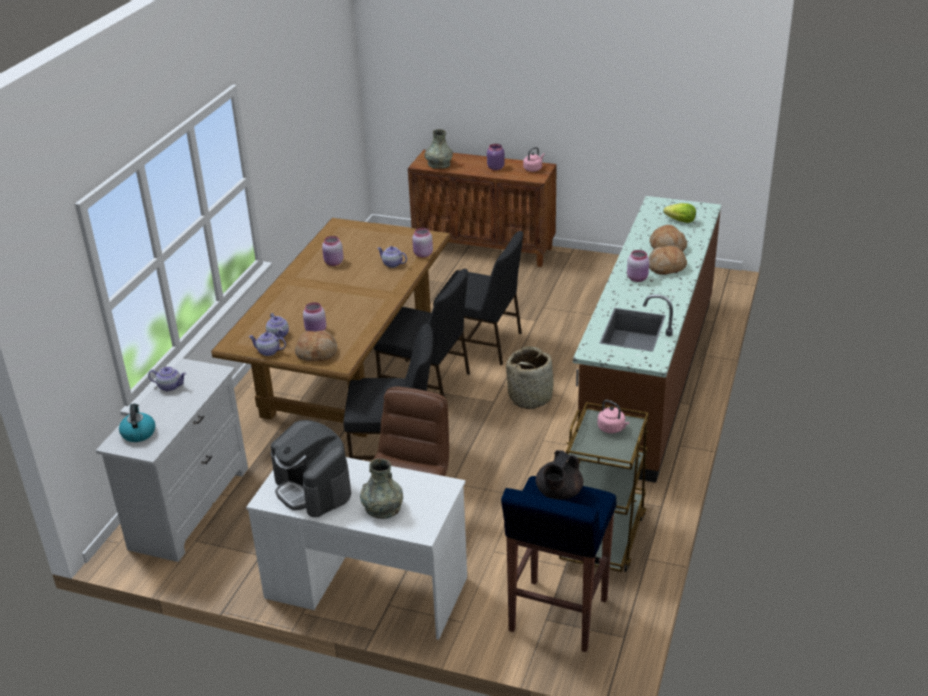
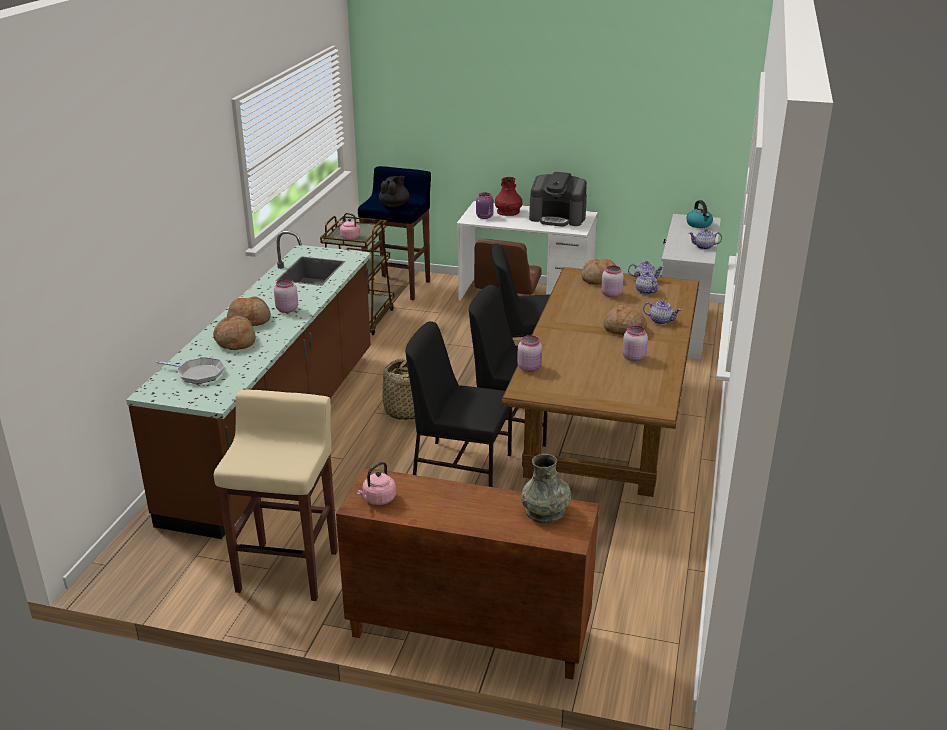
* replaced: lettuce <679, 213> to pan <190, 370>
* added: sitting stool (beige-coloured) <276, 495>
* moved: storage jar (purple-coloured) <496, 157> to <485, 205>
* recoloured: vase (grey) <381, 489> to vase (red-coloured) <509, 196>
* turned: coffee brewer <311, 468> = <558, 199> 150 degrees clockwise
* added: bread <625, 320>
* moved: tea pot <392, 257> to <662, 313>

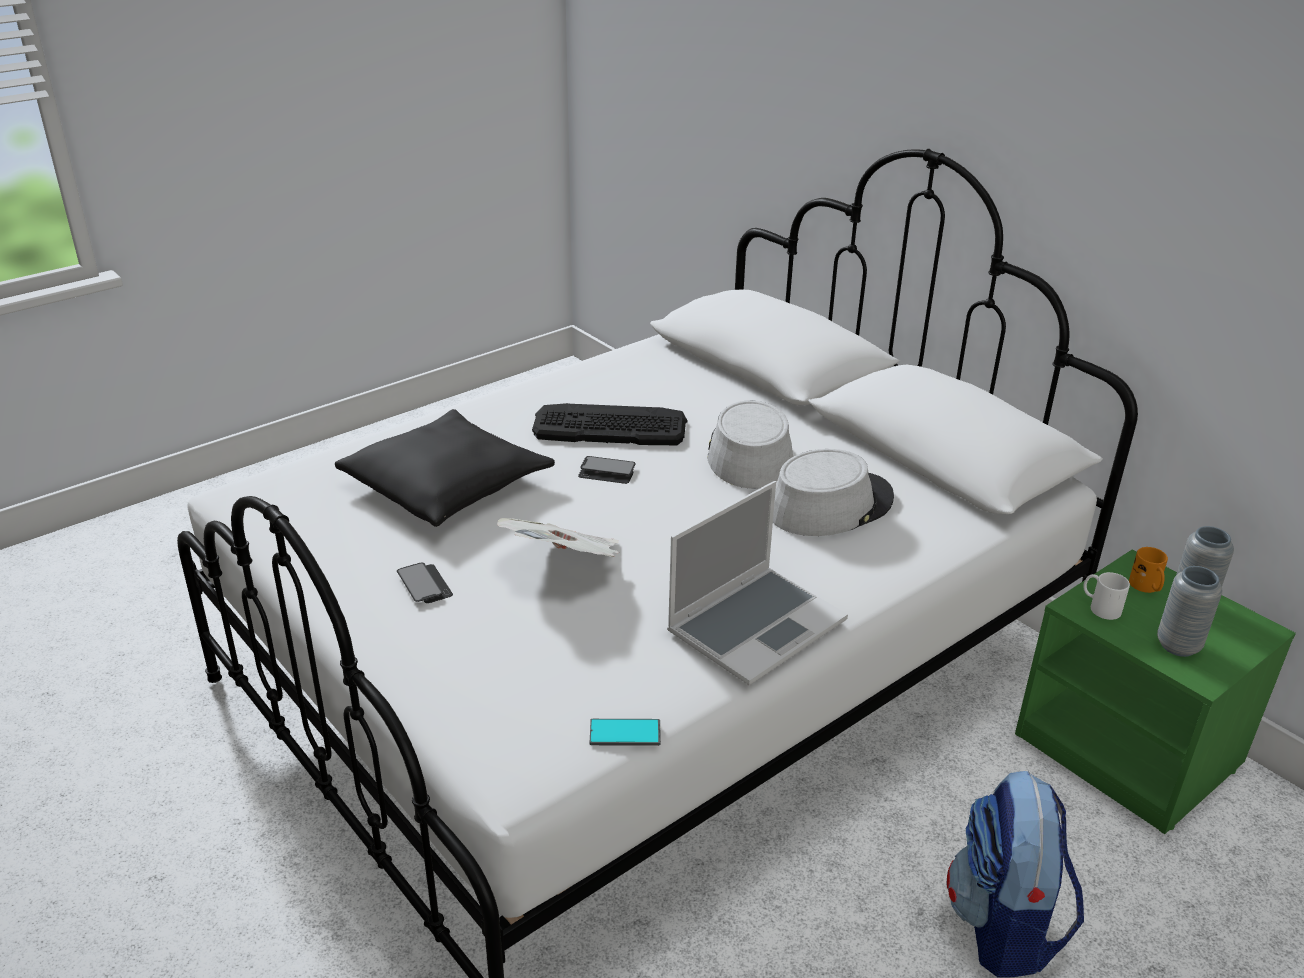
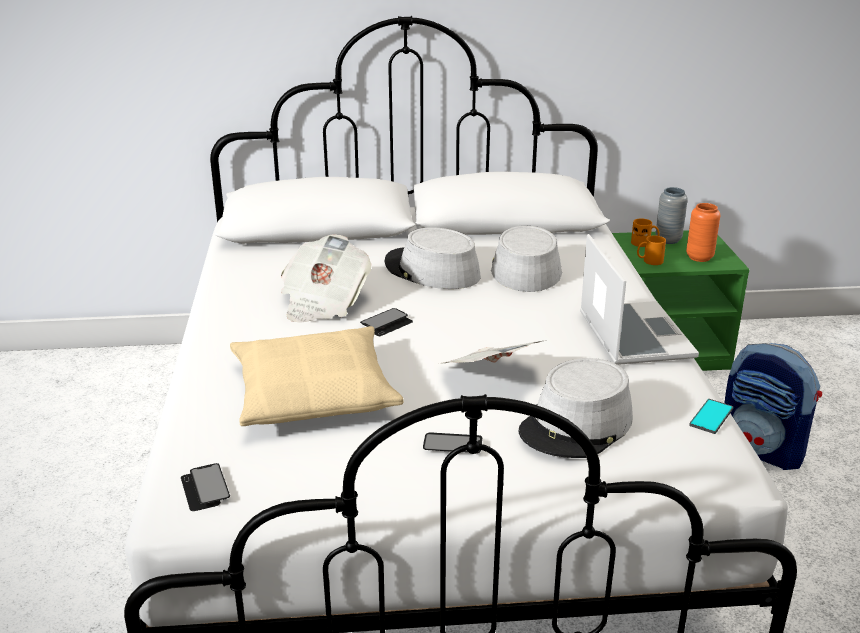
* added: telephone <205, 487>
* recoloured: throw pillow (black-coloured) <445, 468> to throw pillow (beige-coloured) <317, 376>
* replaced: PC keyboard <610, 424> to printed paper <326, 278>
* added: wearable hat (grey) <576, 408>
* recoloured: coffee mug (whitish) <1107, 596> to coffee mug (orangey) <651, 250>
* recoloured: vase (grey) <1189, 611> to vase (orangey) <703, 232>

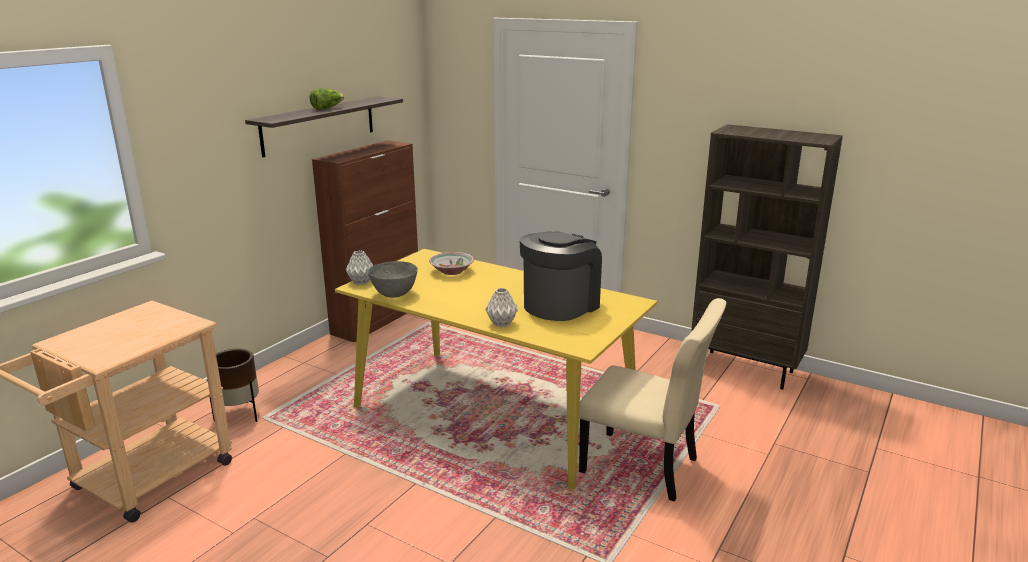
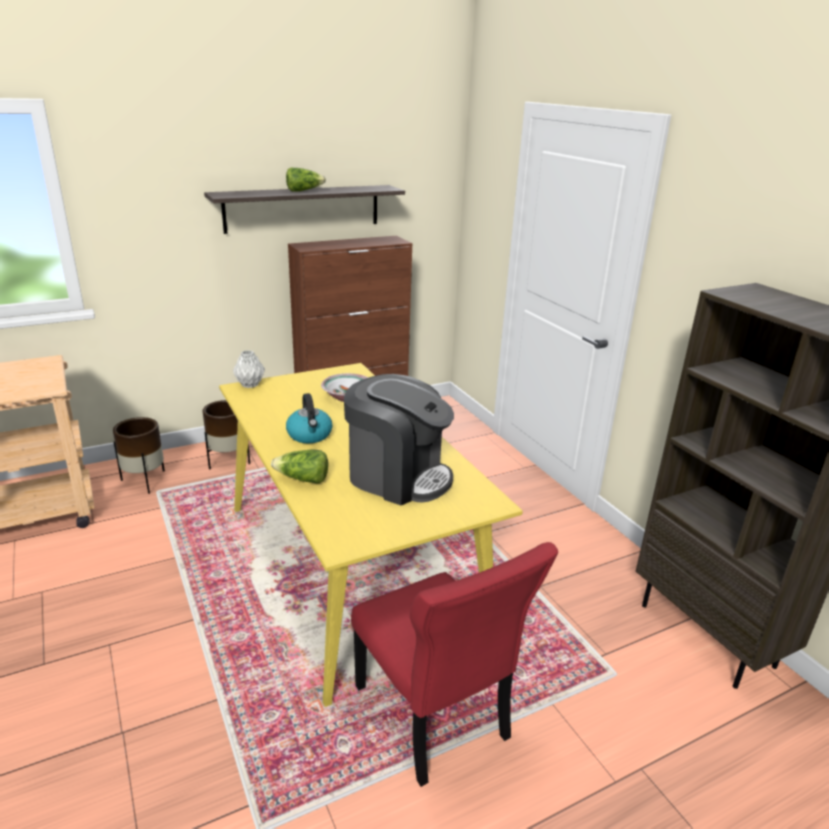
* added: planter (brown) <226, 435>
* replaced: vase (grey) <501, 307> to lettuce <299, 467>
* added: water kettle <309, 418>
* turned: coffee brewer <561, 276> = <399, 439> 45 degrees clockwise
* recoloured: plain chair (beige-coloured) <652, 400> to plain chair (red-coloured) <454, 664>
* removed: serving bowl (grey) <393, 279>

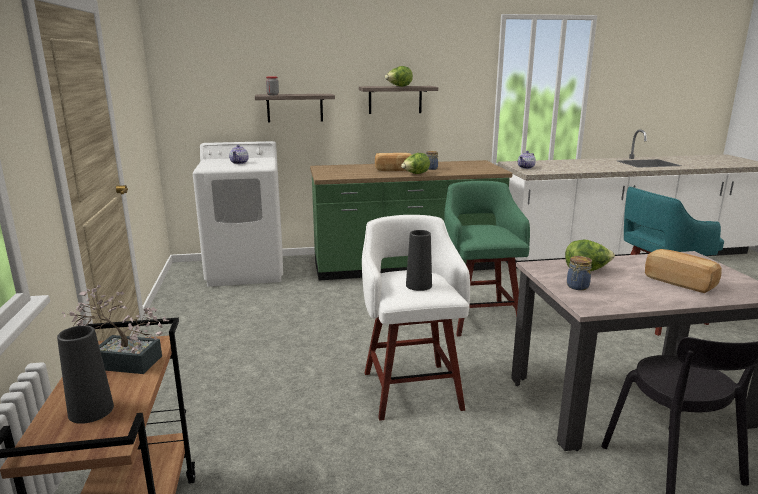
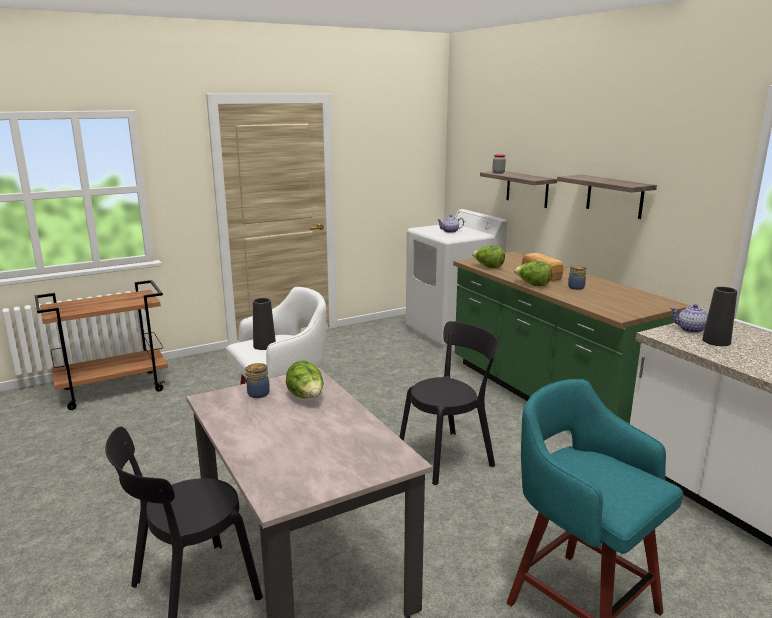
* replaced: sitting stool (green-coloured) <487, 259> to plain chair (black-coloured) <450, 403>
* moved: lettuce <399, 76> to <488, 256>
* moved: vase (black-coloured) <85, 374> to <719, 316>
* removed: plant in a pot <115, 329>
* removed: bread <683, 271>

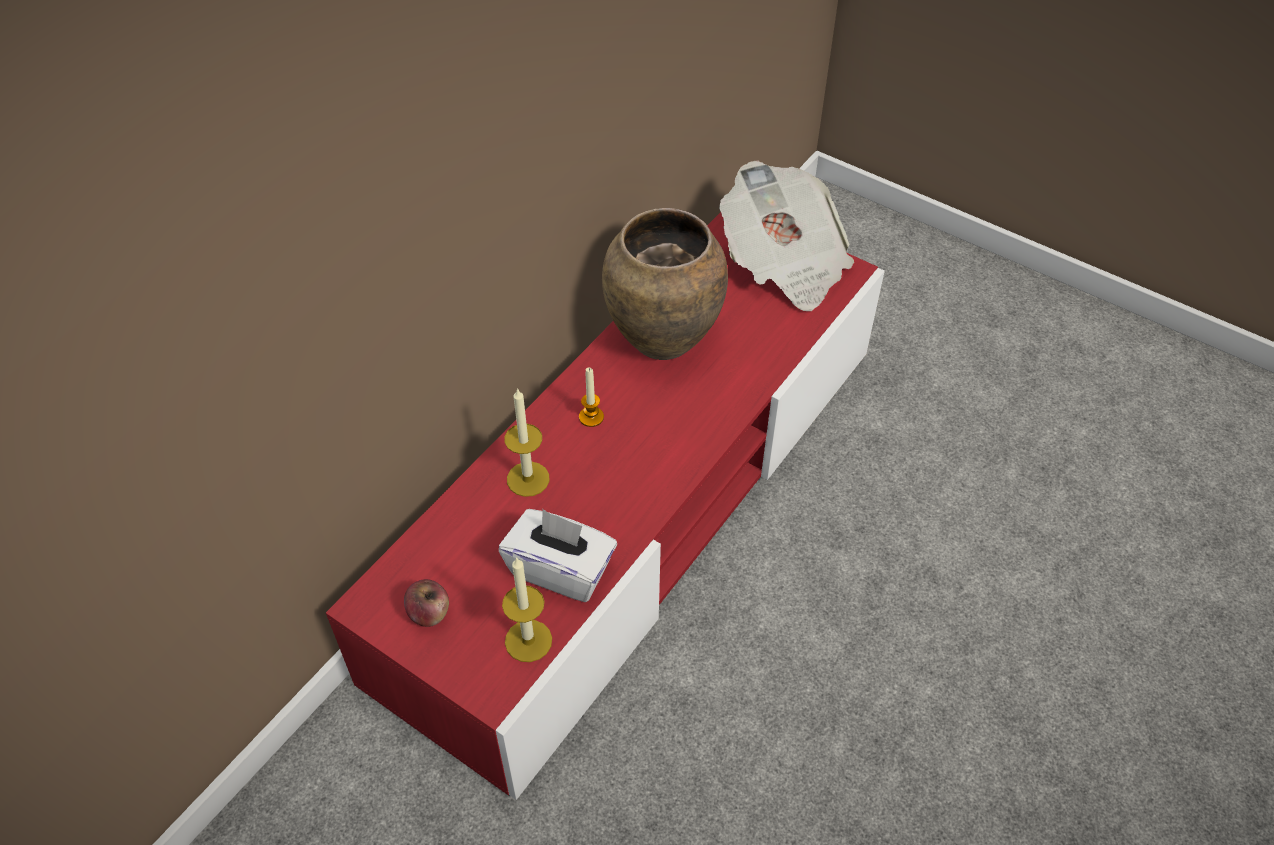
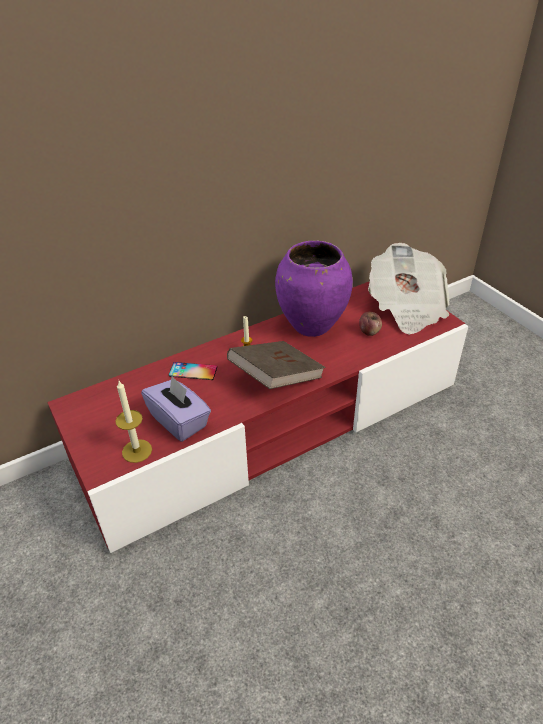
* recoloured: box of tissues (whitish) <558, 555> to box of tissues (purple-coloured) <176, 409>
* replaced: wax light <527, 442> to telephone <193, 371>
* added: book (brown) <276, 365>
* recoloured: vase (brown) <665, 284> to vase (purple-coloured) <314, 289>
* moved: apple <426, 603> to <370, 324>

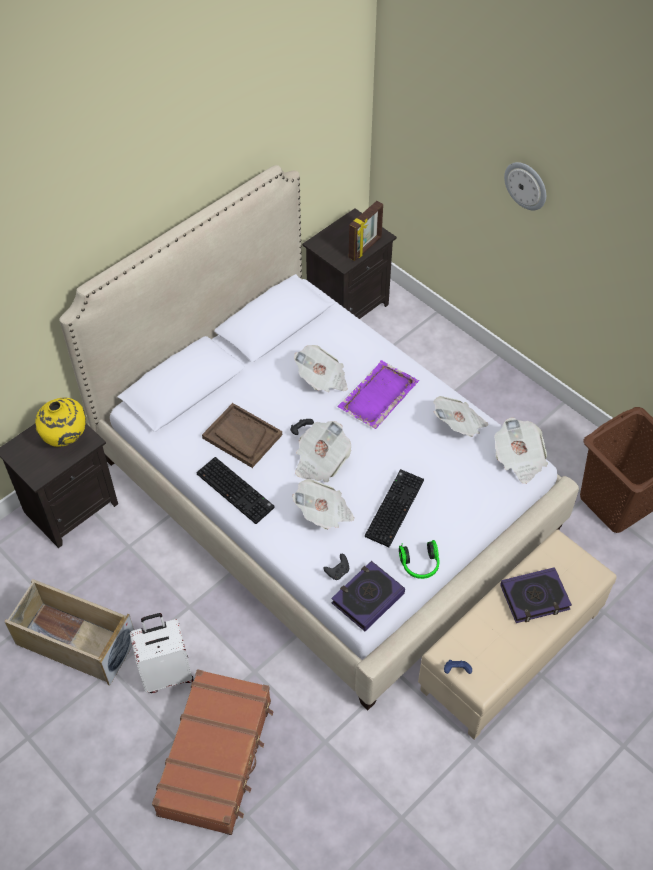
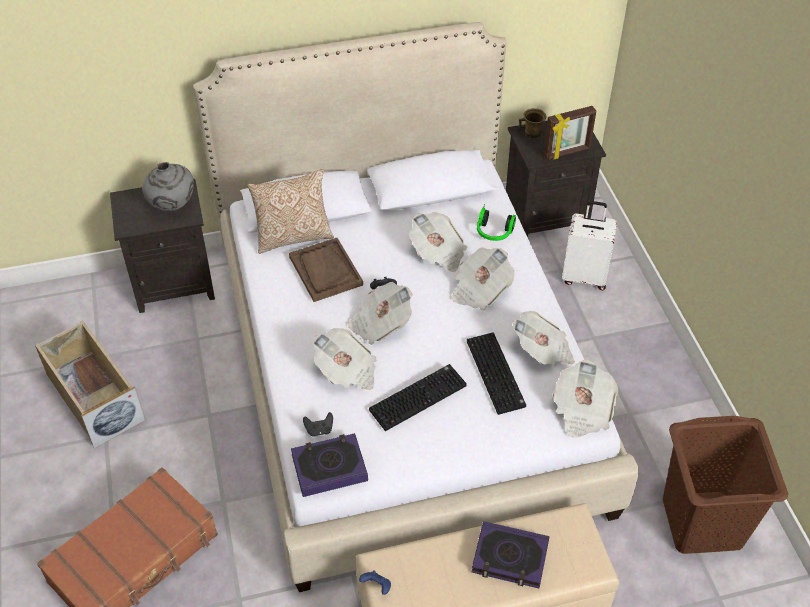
* recoloured: vase (yellowish) <60, 422> to vase (grey) <168, 186>
* added: throw pillow <290, 211>
* replaced: tray (purple-coloured) <378, 394> to printed paper <483, 278>
* moved: PC keyboard <235, 490> to <496, 373>
* moved: headset <419, 559> to <496, 222>
* added: coffee mug (brown) <532, 123>
* moved: suitcase (whitish) <161, 653> to <589, 245>
* removed: wall clock <525, 186>

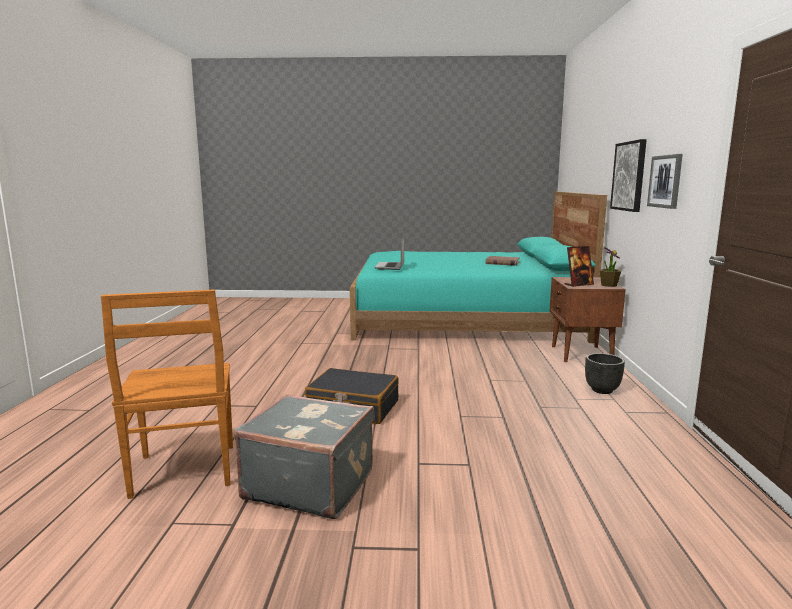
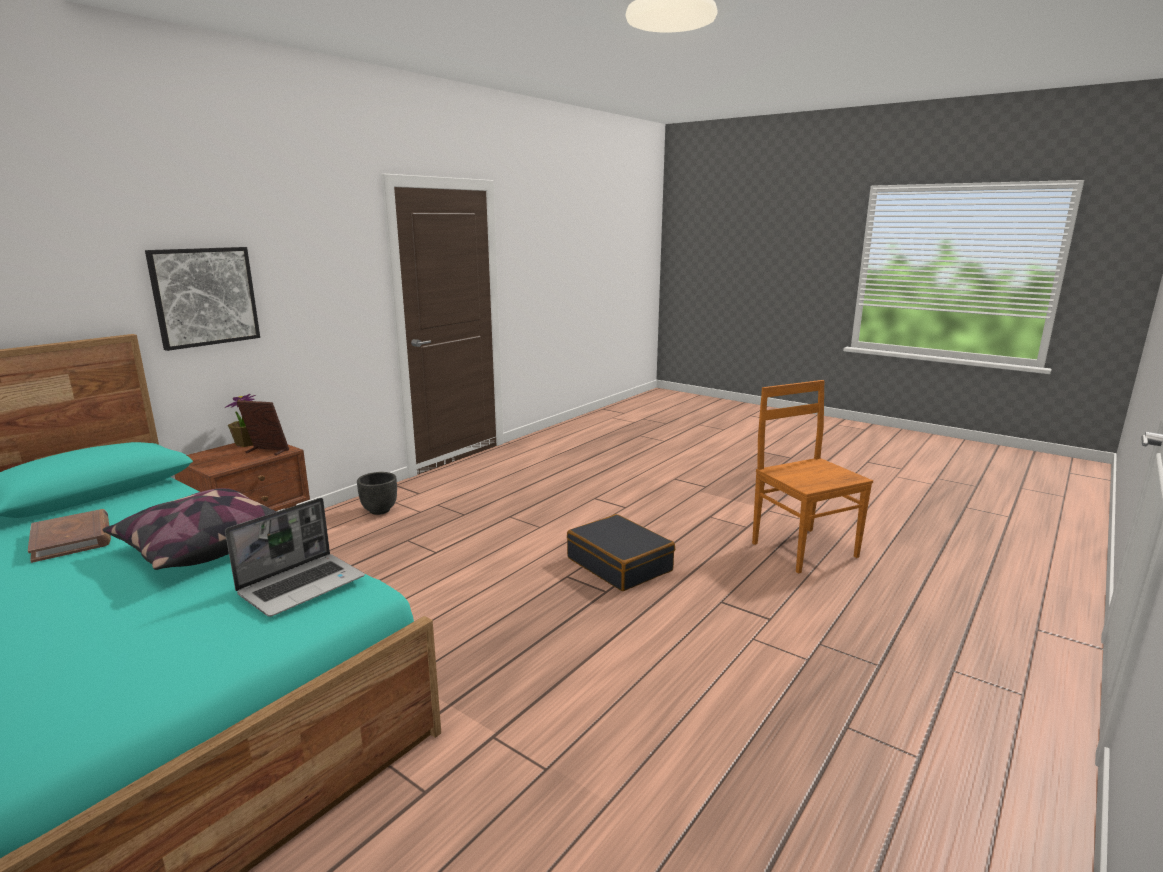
* added: throw pillow <190, 529>
* turned: plain chair (brown) <167, 394> = <812, 477> 45 degrees counterclockwise
* removed: suitcase (grey) <304, 456>
* removed: wall art <665, 181>

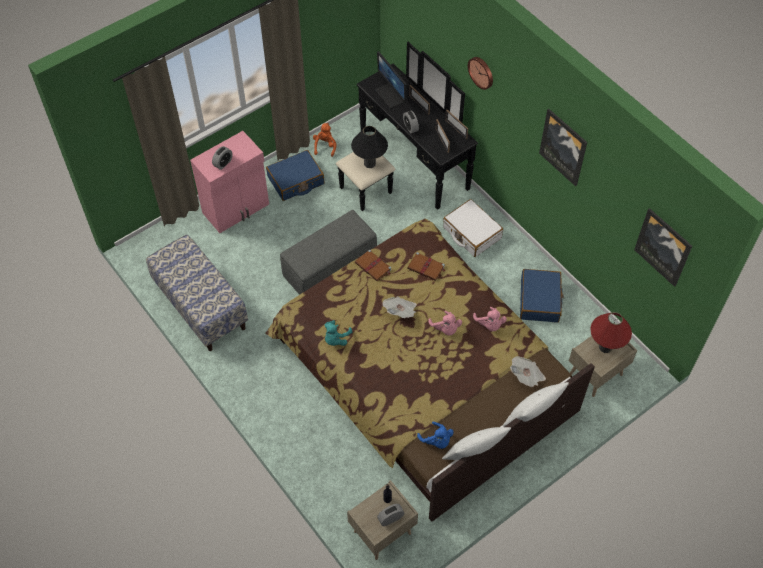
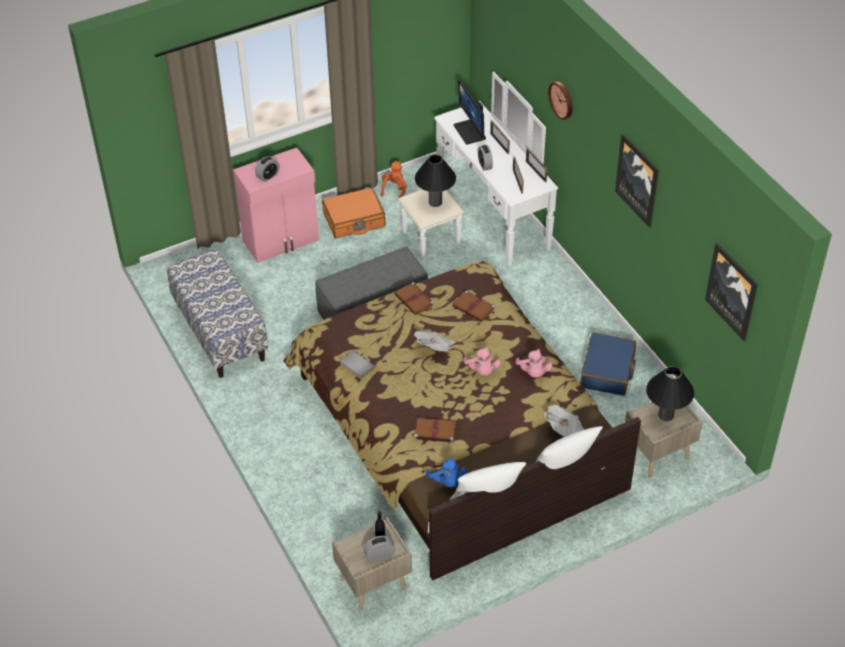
* recoloured: suitcase (bluish) <295, 175> to suitcase (orangey) <353, 213>
* replaced: soft toy (turquoise-coloured) <338, 333> to book (grey) <357, 364>
* recoloured: dresser (black-coloured) <407, 126> to dresser (whitish) <478, 169>
* added: book (brown) <433, 430>
* recoloured: lamp for a table (red-coloured) <611, 332> to lamp for a table (black-coloured) <670, 393>
* removed: suitcase (whitish) <473, 228>

